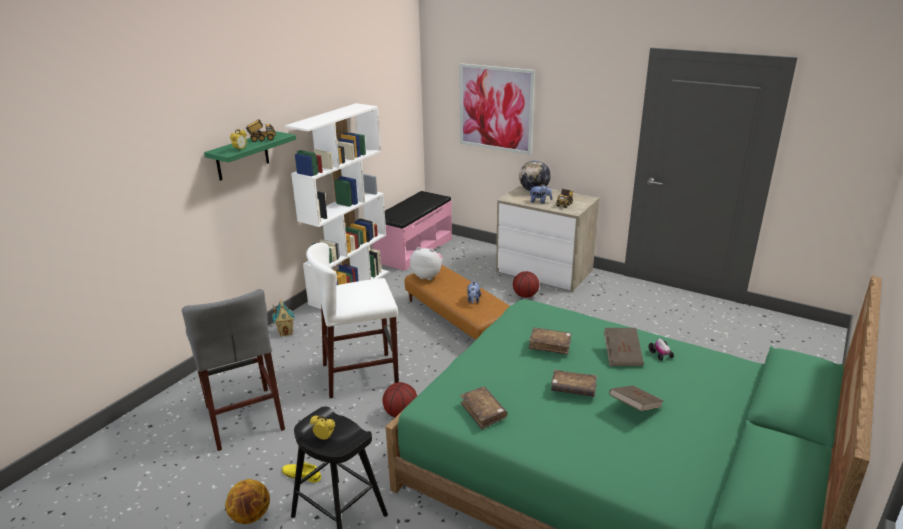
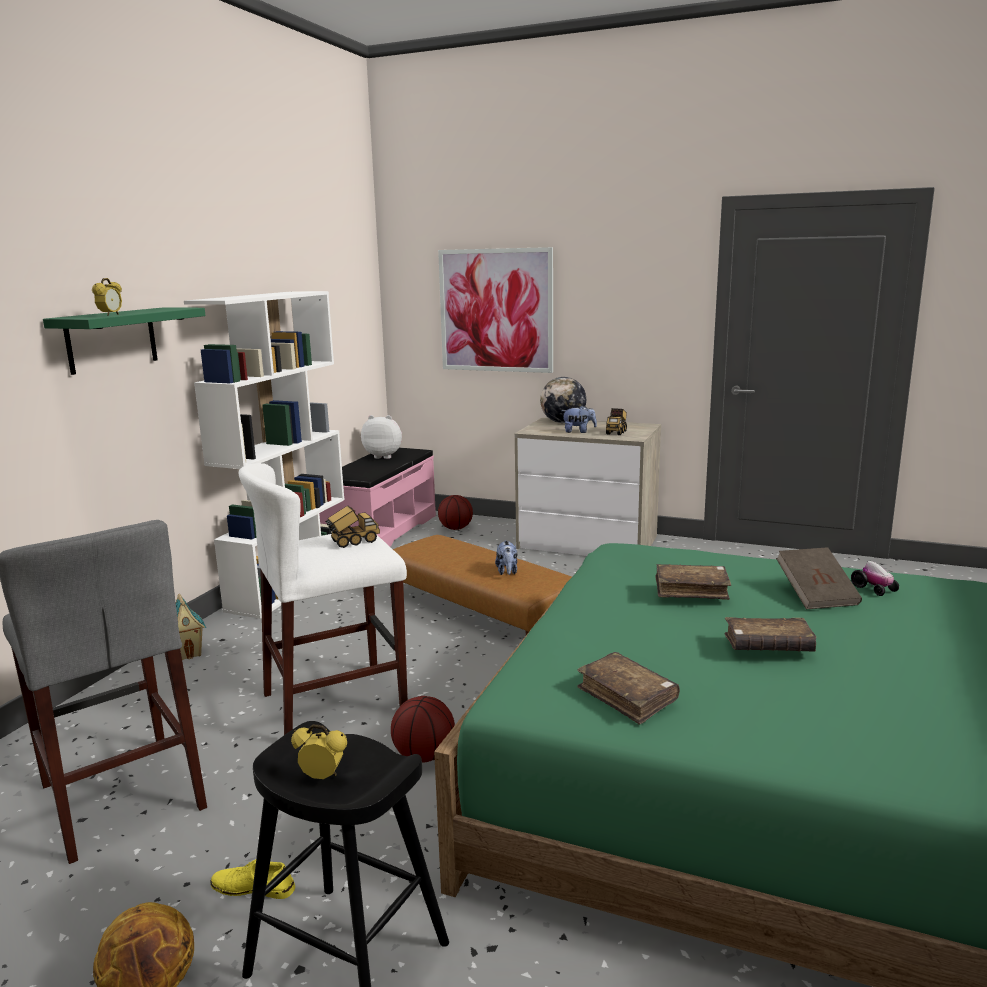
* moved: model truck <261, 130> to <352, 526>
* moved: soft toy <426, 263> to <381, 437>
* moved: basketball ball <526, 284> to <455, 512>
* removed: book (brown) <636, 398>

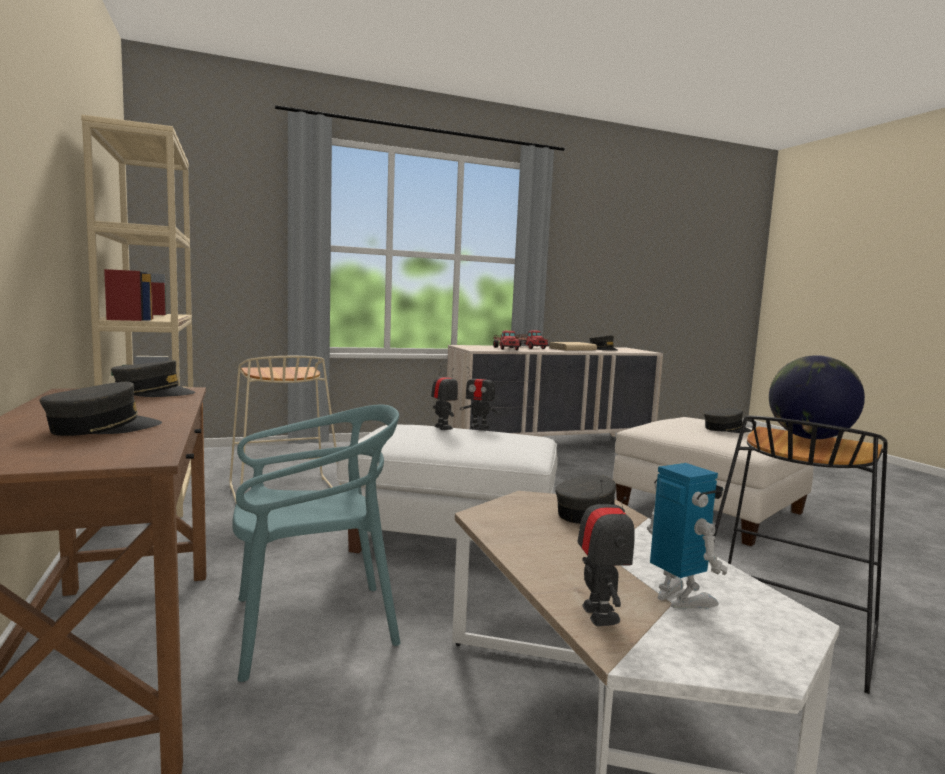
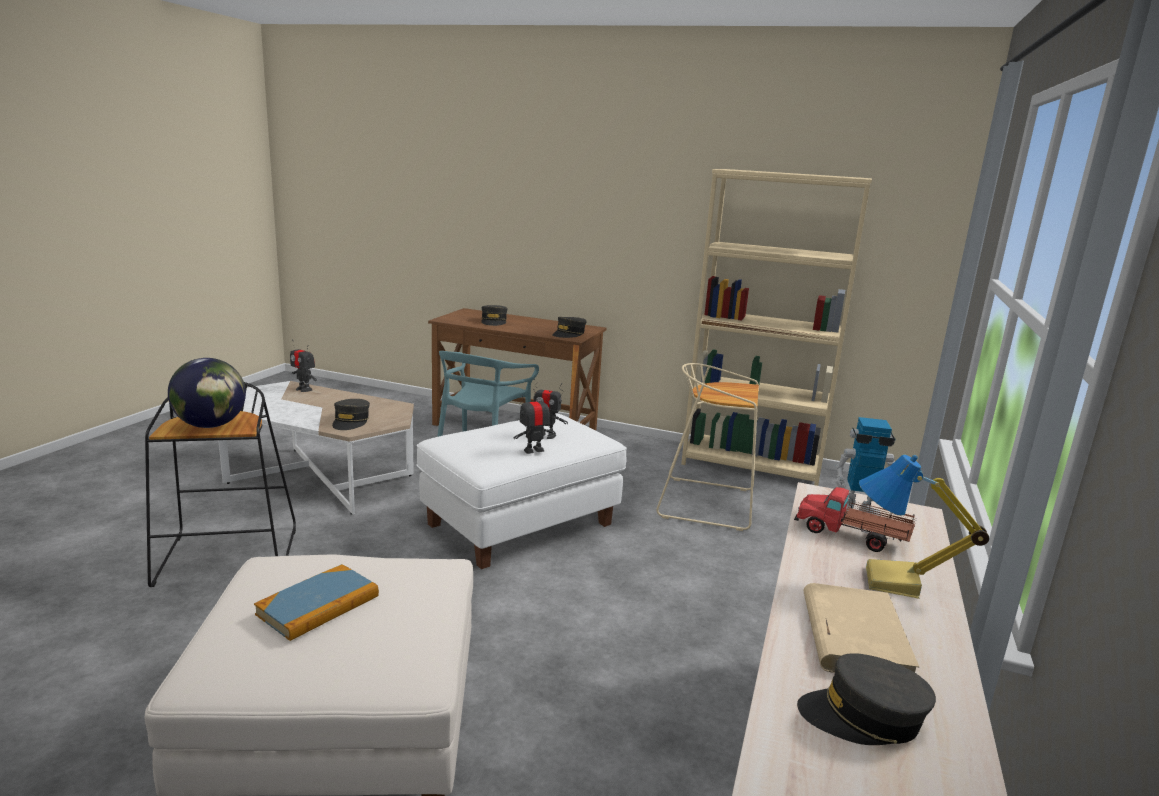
* replaced: peaked cap (grey) <728, 420> to book <316, 602>
* moved: model robot <687, 535> to <865, 466>
* replaced: model truck <532, 339> to lamp for a table <924, 526>

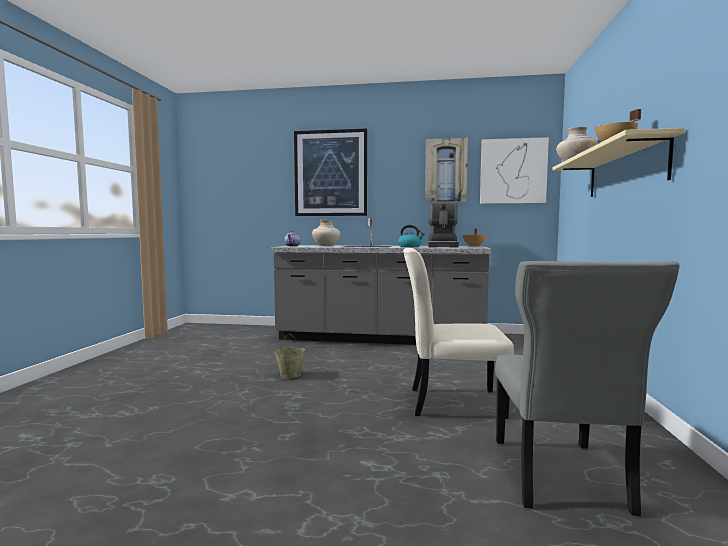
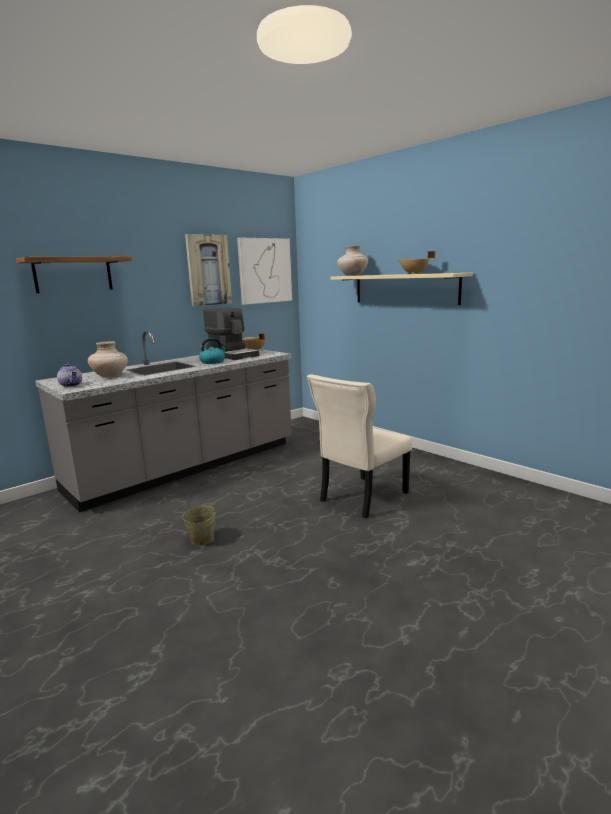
* replaced: wall art <330, 172> to wall shelf <74, 274>
* removed: plain chair (grey) <587, 388>

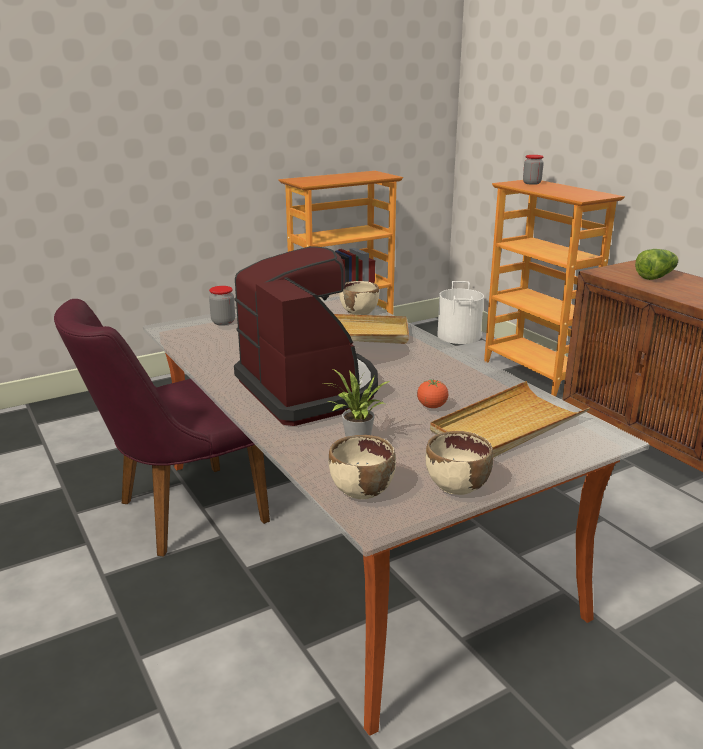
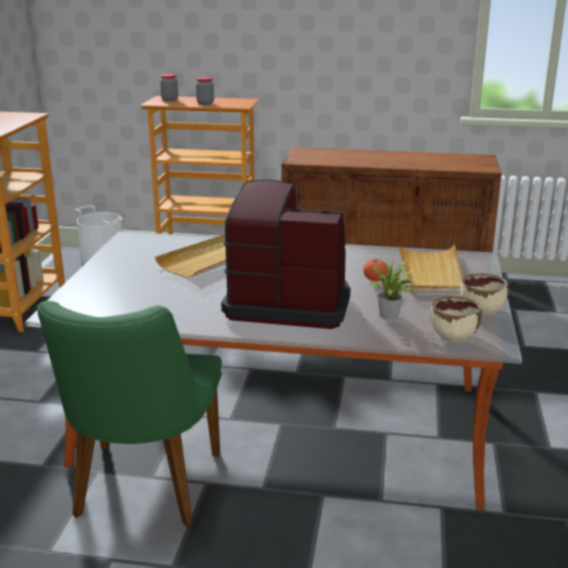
* recoloured: plain chair (purple-coloured) <162, 428> to plain chair (green-coloured) <129, 413>
* moved: storage jar <222, 305> to <205, 91>
* removed: serving bowl (beige-coloured) <359, 298>
* removed: lettuce <657, 264>

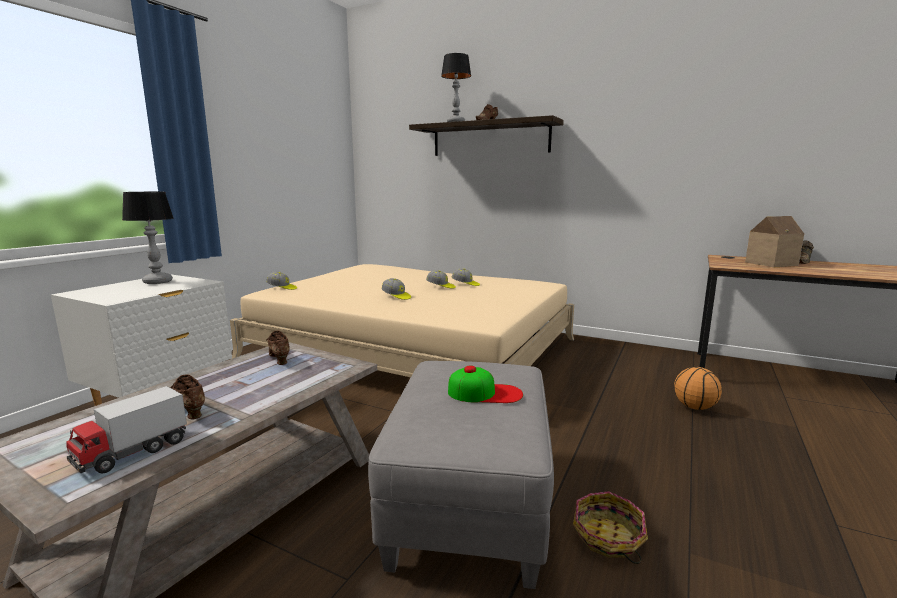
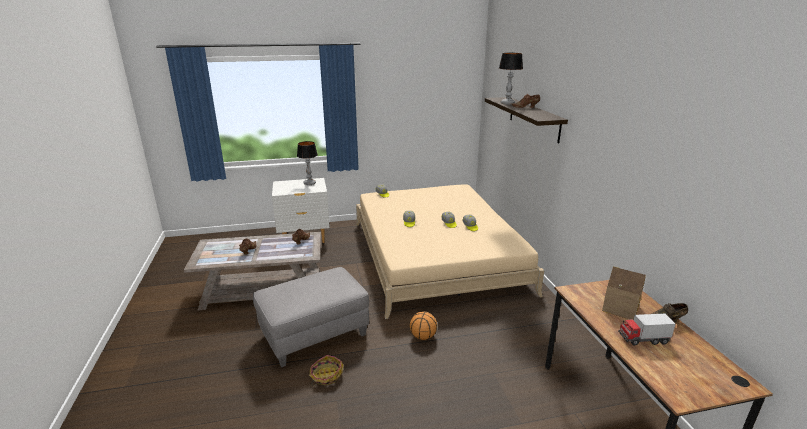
* moved: basketball ball <698, 388> to <423, 325>
* moved: model truck <126, 429> to <647, 329>
* removed: peaked cap <485, 384>

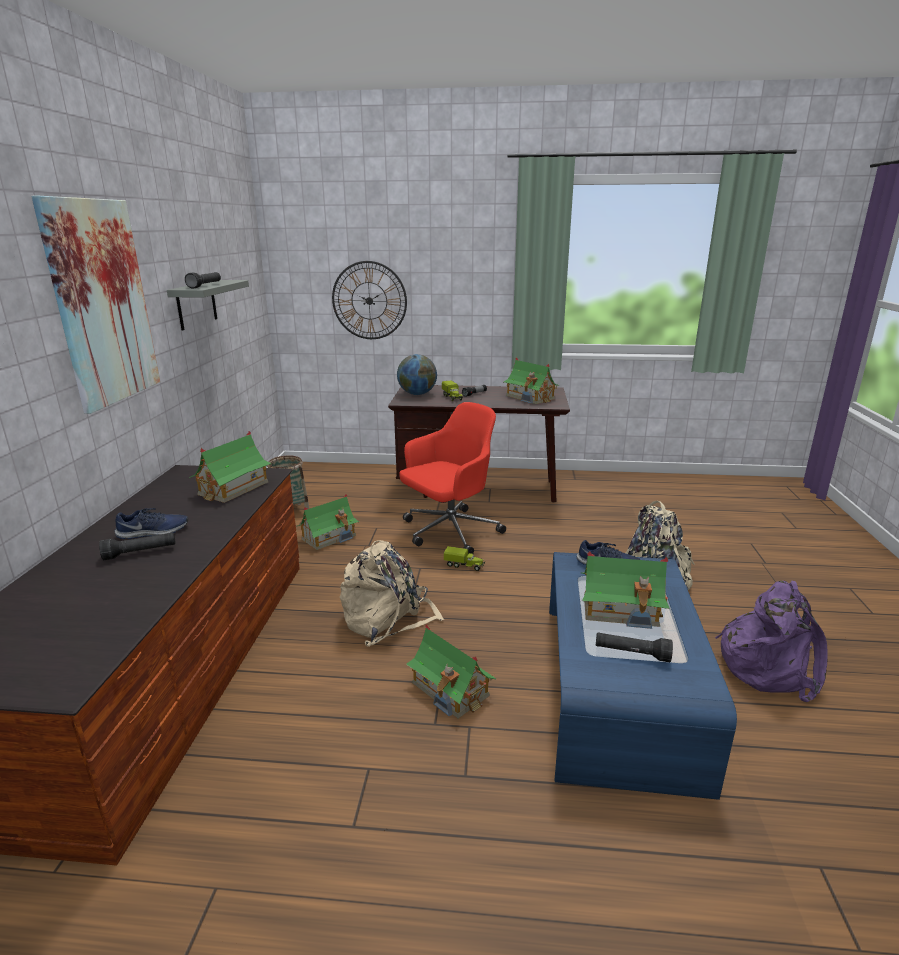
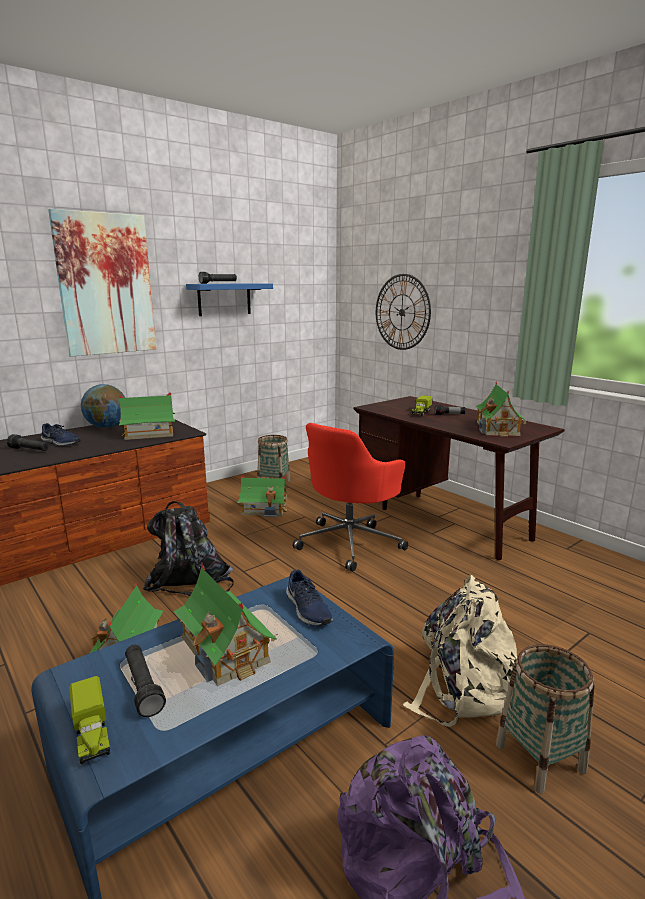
* moved: model truck <464, 558> to <89, 720>
* moved: desk globe <417, 374> to <103, 406>
* recoloured: knapsack (beige-coloured) <392, 593> to knapsack (black-coloured) <188, 548>
* recoloured: wall shelf (grey) <208, 305> to wall shelf (bluish) <229, 299>
* turned: office chair (red-coloured) <452, 478> = <350, 497> 120 degrees clockwise
* added: storage basket <545, 719>

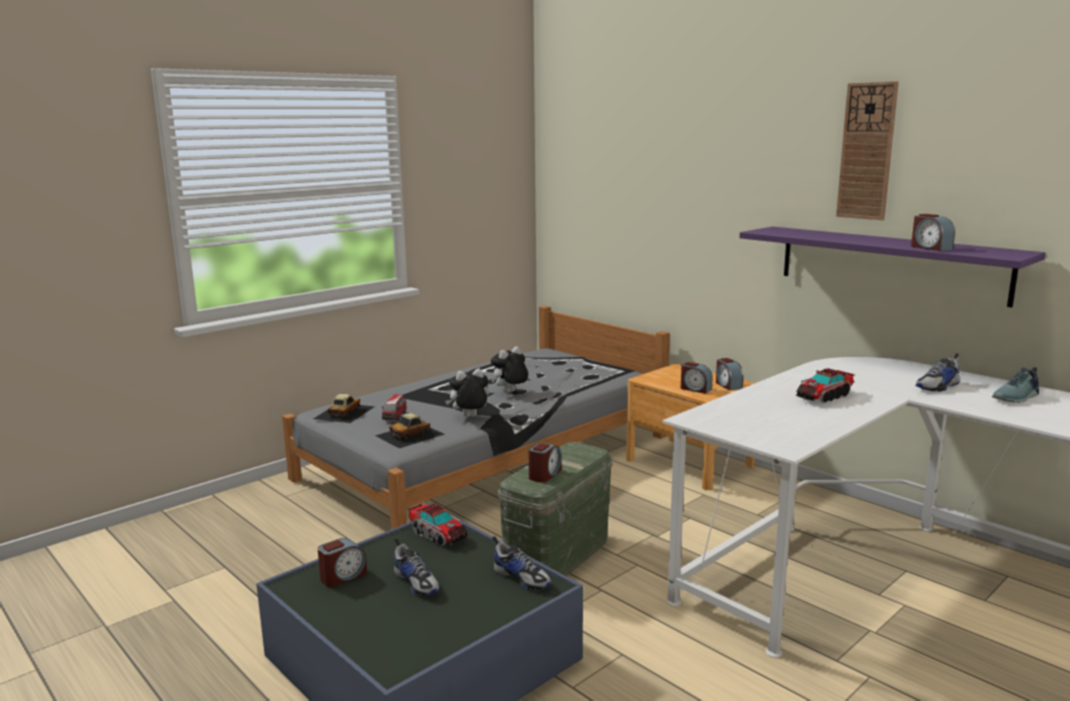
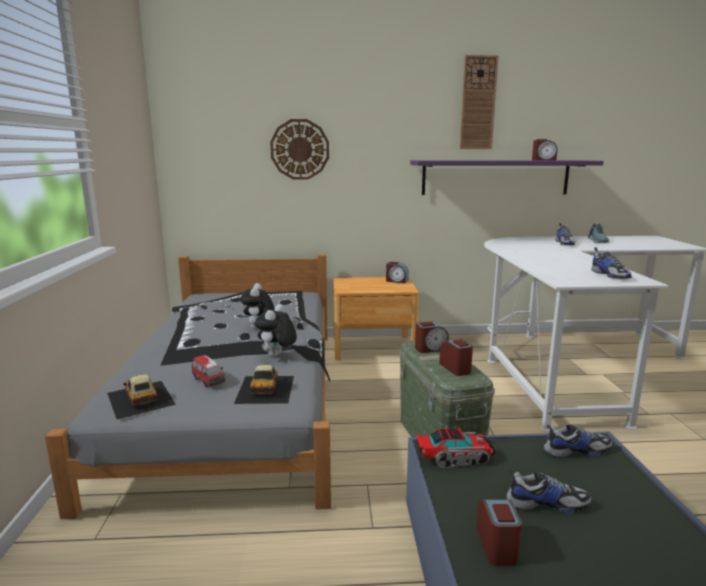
* added: wall clock <299, 149>
* moved: alarm clock <696, 378> to <432, 337>
* added: low shoe <611, 263>
* removed: model truck <826, 385>

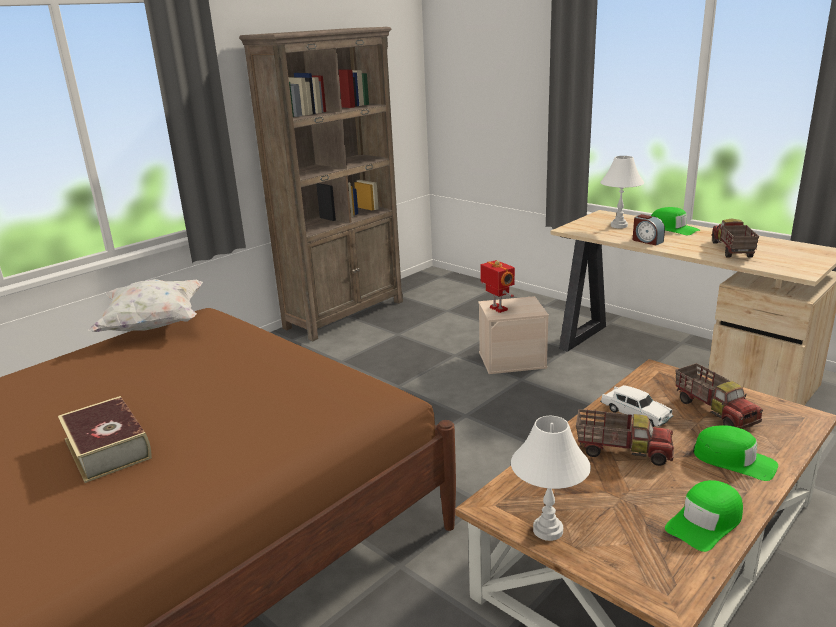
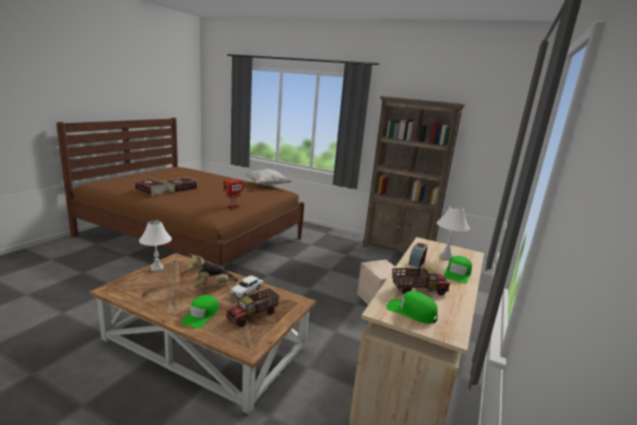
* added: book <152, 187>
* replaced: model truck <625, 437> to soft toy <213, 271>
* moved: model robot <497, 286> to <232, 193>
* moved: peaked cap (green-coloured) <704, 516> to <412, 307>

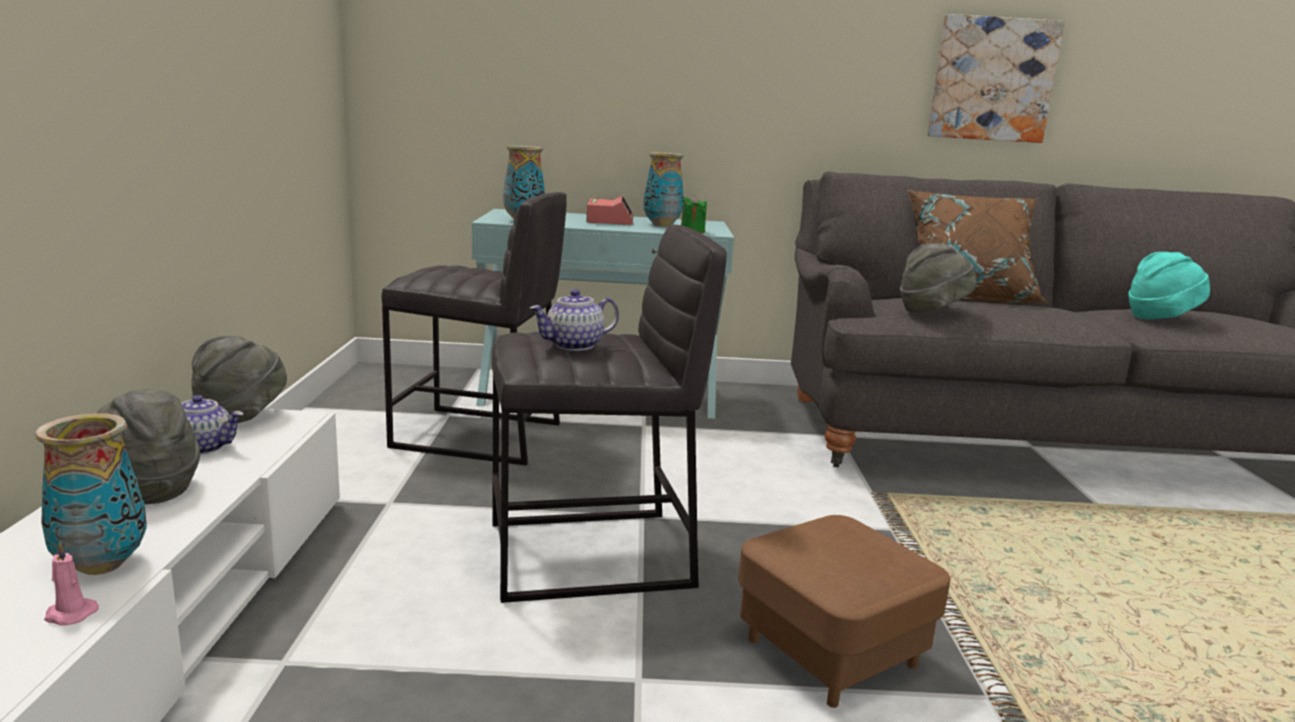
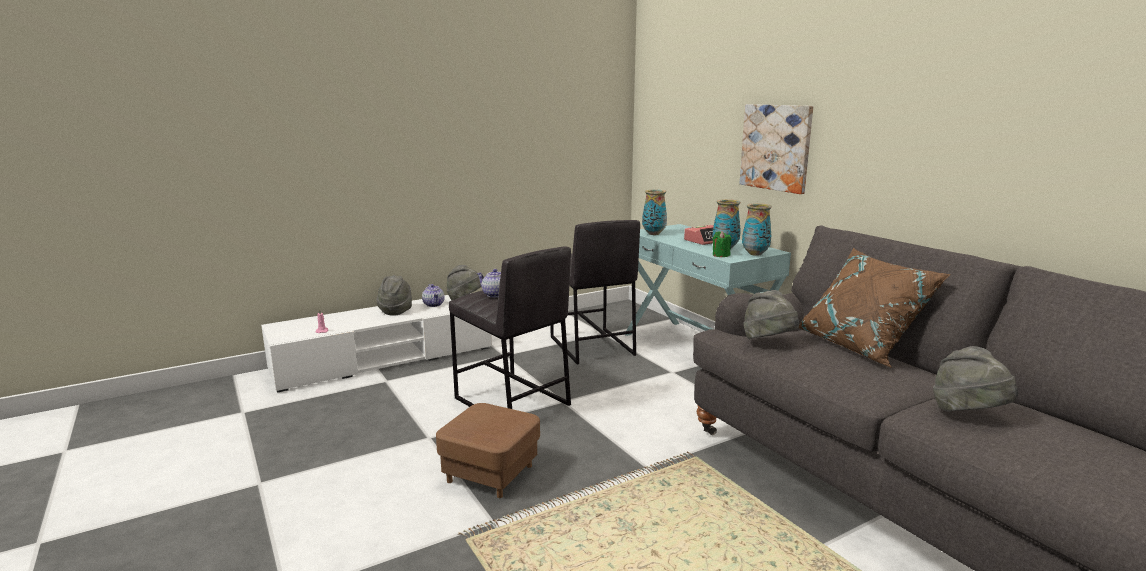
* moved: wall art <996, 78> to <776, 149>
* moved: vase <91, 494> to <757, 229>
* recoloured: wearable hat (turquoise-coloured) <1169, 285> to wearable hat (grey) <975, 379>

